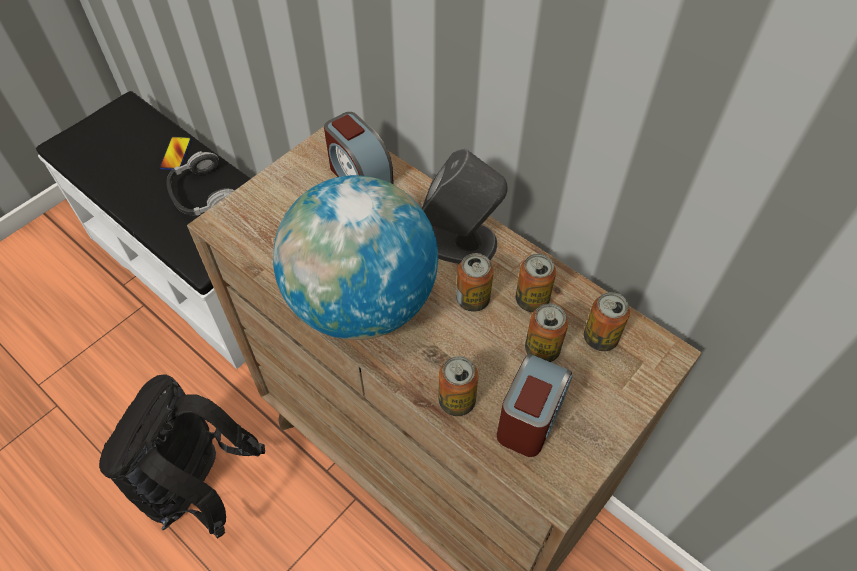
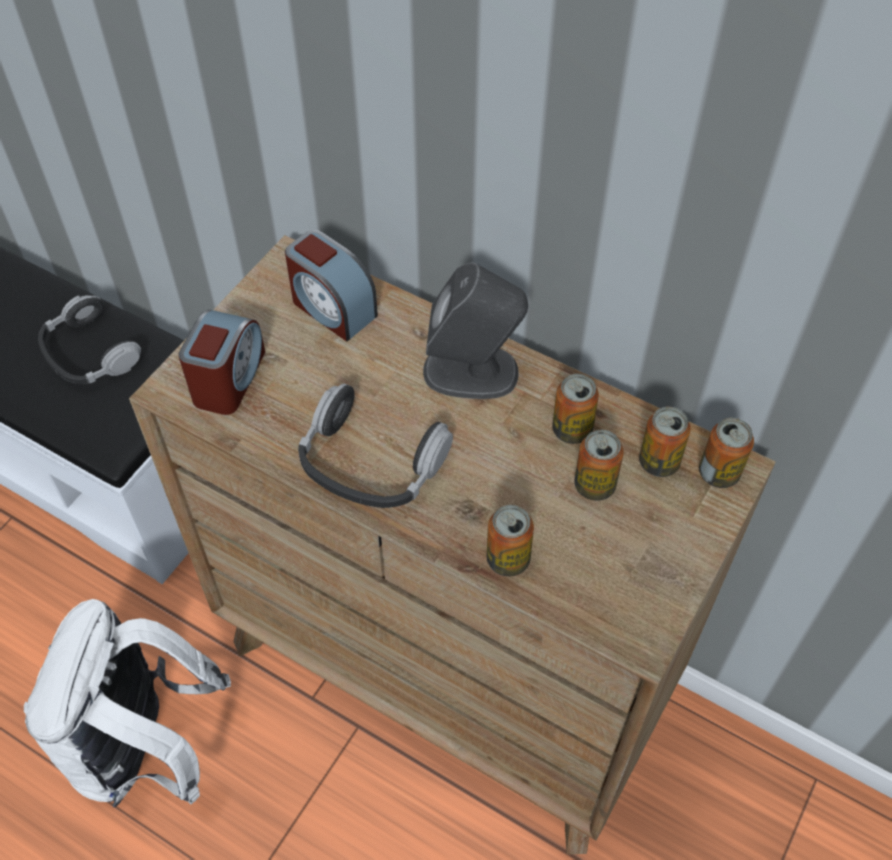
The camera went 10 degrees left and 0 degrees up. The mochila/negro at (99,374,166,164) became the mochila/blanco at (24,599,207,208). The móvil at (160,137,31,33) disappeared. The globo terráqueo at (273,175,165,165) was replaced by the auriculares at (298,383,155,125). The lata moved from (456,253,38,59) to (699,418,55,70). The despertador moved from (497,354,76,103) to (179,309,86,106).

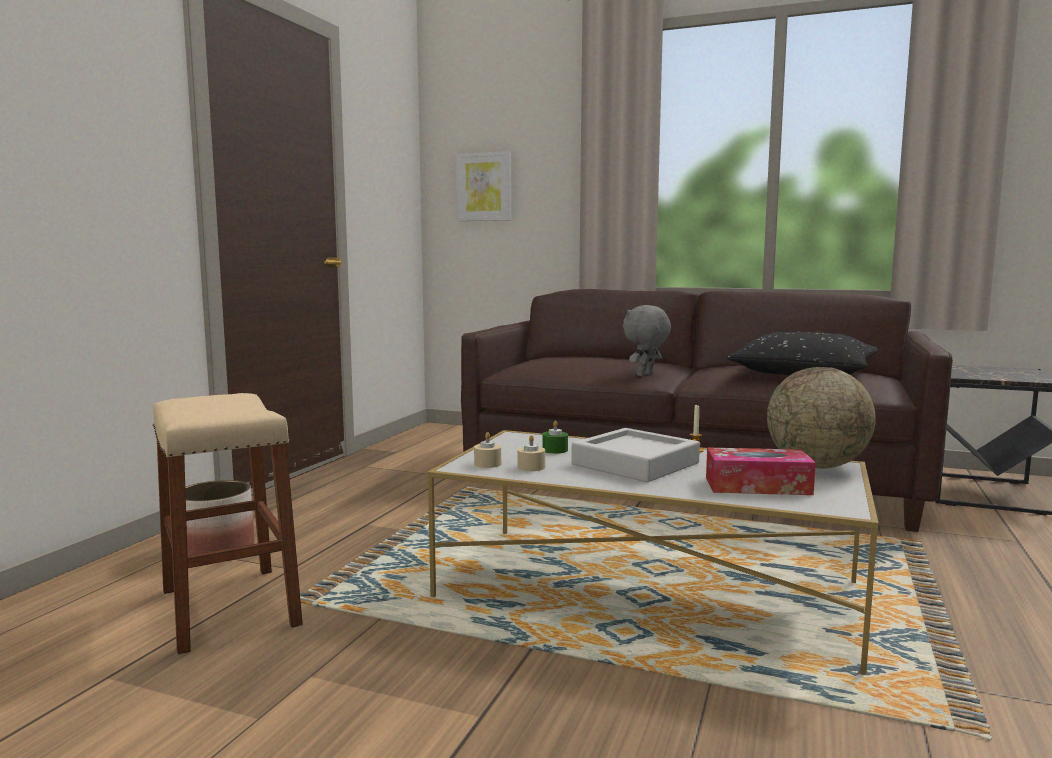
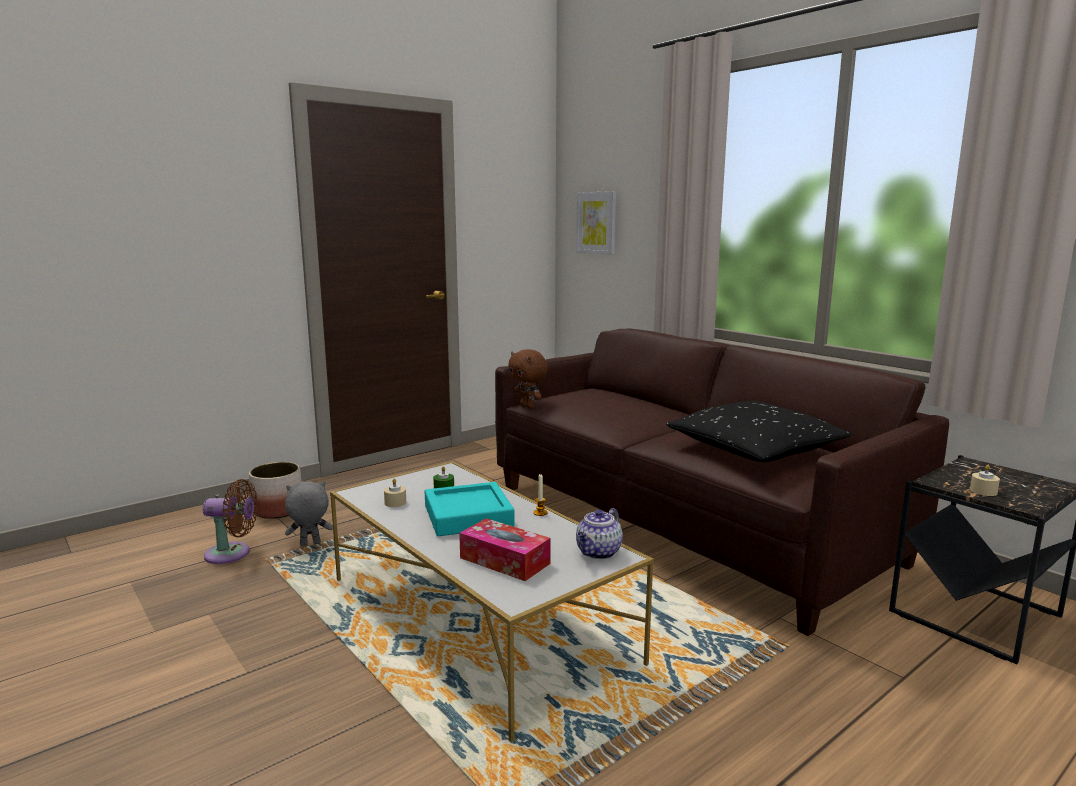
The camera went 30 degrees right and 5 degrees up. The taburete/beis at (153,393,150,262) was replaced by the ventilador/marrón at (203,479,55,85). The vela/beis moved from (474,432,27,36) to (970,465,30,31). The bandeja/gris at (571,428,129,54) became the bandeja/turquesa at (425,482,90,54). The peluche/gris moved from (623,305,48,71) to (285,481,48,65). The globo terráqueo at (767,367,109,101) was replaced by the tetera at (576,508,47,51). The peluche/marrón at (508,349,40,59) appeared.

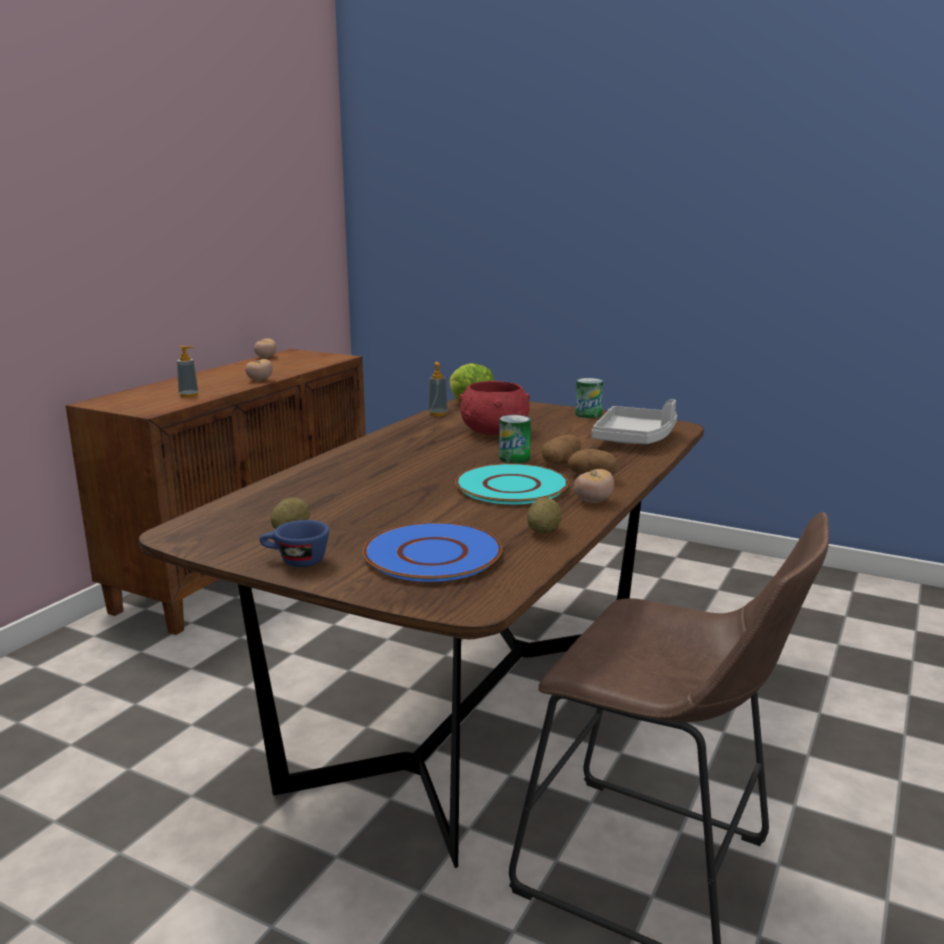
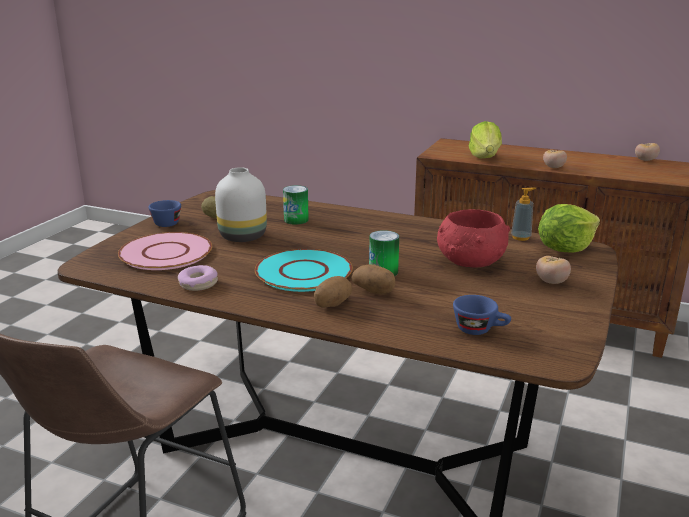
The camera went 85 degrees right and 5 degrees up. The dispensador de jabón at (177,346,22,52) was replaced by the lechuga at (469,121,33,37). The plato/azul at (363,522,139,60) became the plato/rosa at (118,232,94,38). The patata at (527,498,35,35) was replaced by the rosquilla at (178,265,40,26). The tomate moved from (574,469,40,34) to (536,256,35,28). The lata moved from (575,378,28,40) to (283,185,26,40). The bandeja/gris at (592,399,85,45) was replaced by the taza/azul at (453,295,58,40). The florero/blanco at (215,167,52,75) appeared.

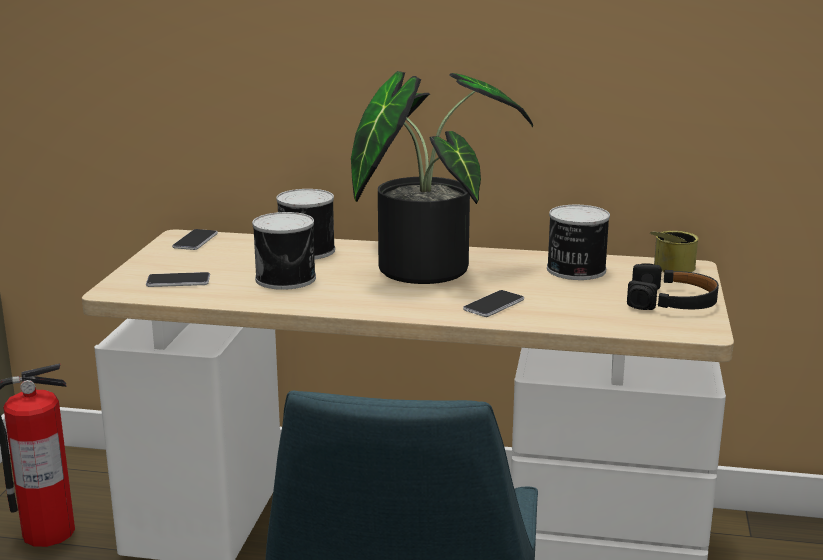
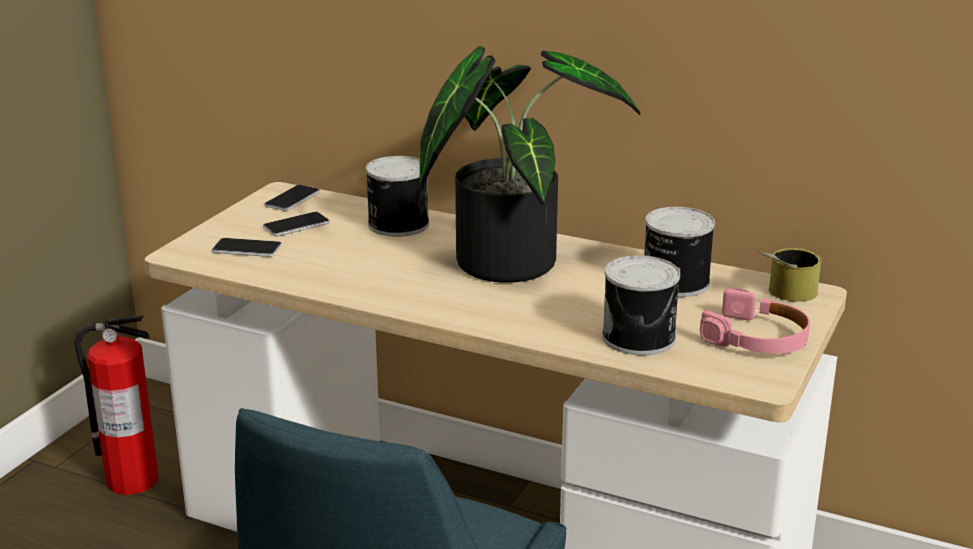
The camera went 15 degrees right and 5 degrees up. The lata moved from (252,212,64,78) to (602,255,78,100). The móvil moved from (463,290,61,27) to (263,212,67,24). The auriculares/negro at (627,263,92,47) became the auriculares/rosa at (700,288,110,66).

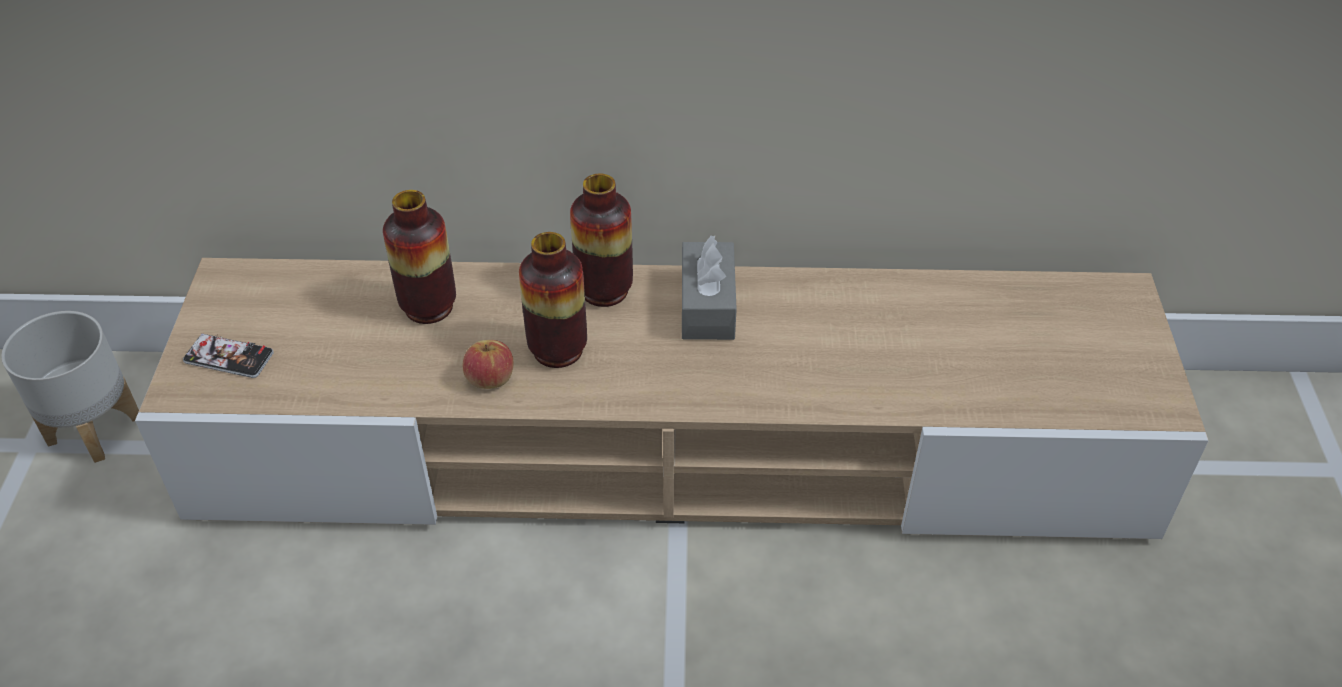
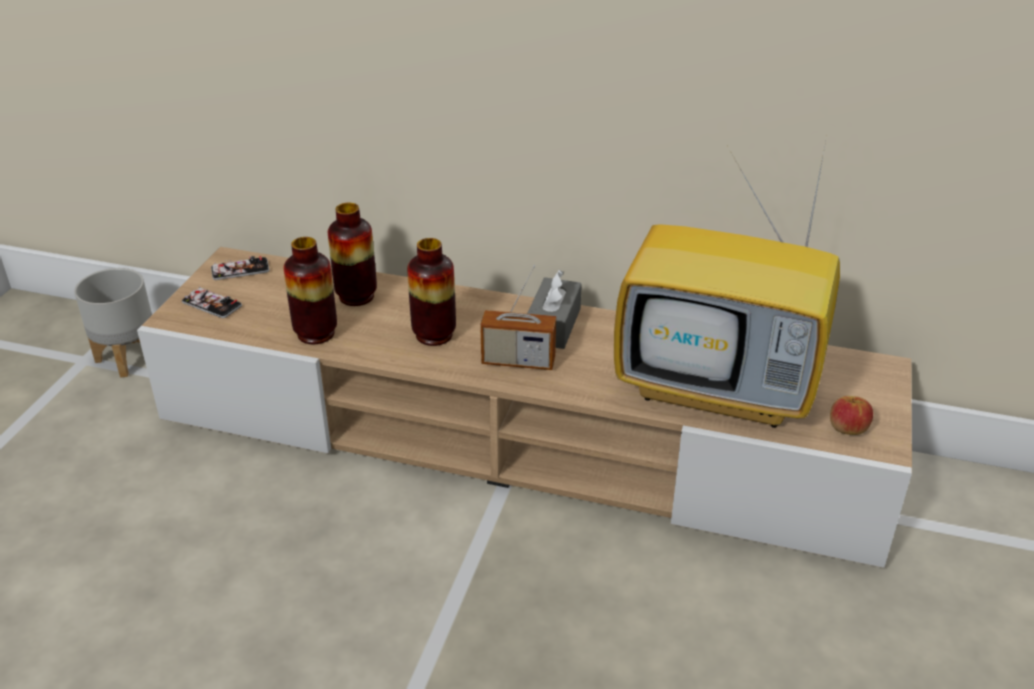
The camera went 15 degrees right and 10 degrees down. The manzana moved from (463,340,51,49) to (830,396,43,39). The florero moved from (570,173,63,134) to (283,237,54,107). The móvil at (211,256,58,24) appeared. The radio at (480,265,76,105) appeared. The televisor at (614,136,226,292) appeared.

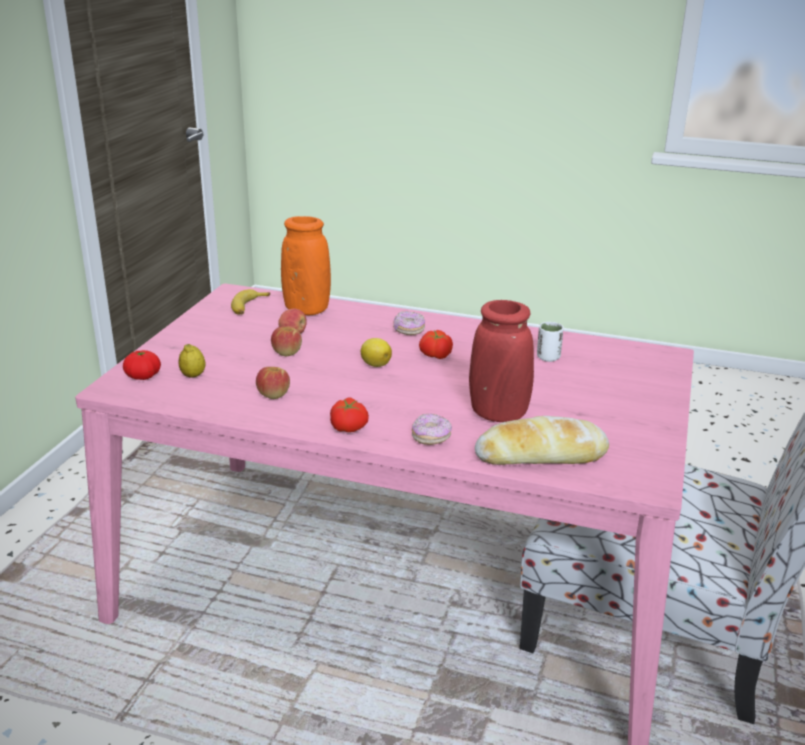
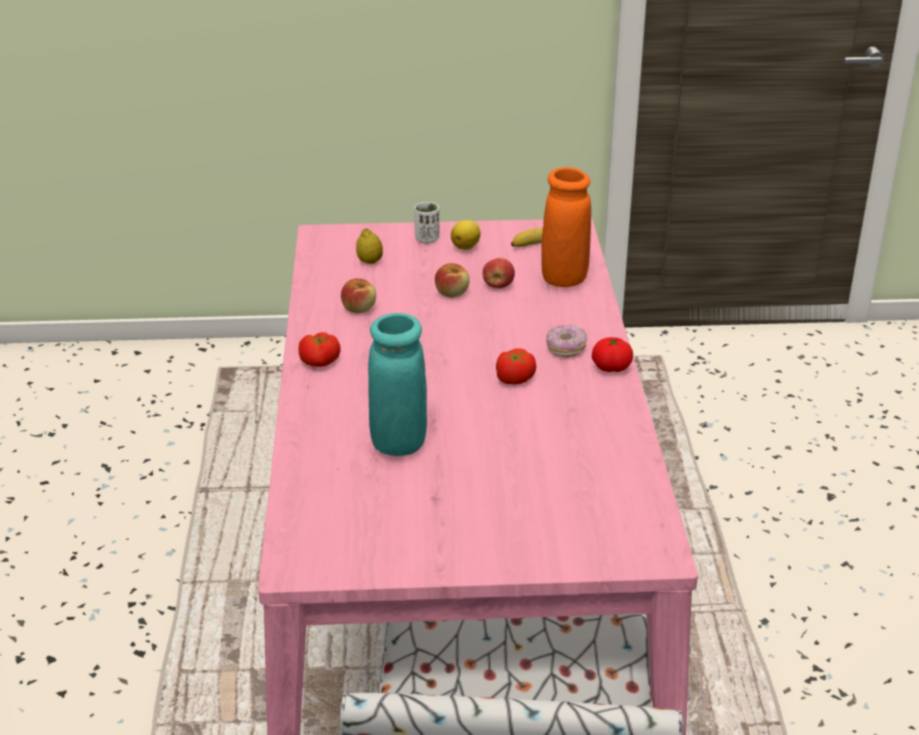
The camera went 70 degrees right and 5 degrees up. The tomate moved from (123,350,38,30) to (592,337,41,35). The limón moved from (361,338,31,29) to (451,220,30,30). The rosquilla at (412,414,40,31) disappeared. The florero/rojo at (469,300,65,122) became the florero/turquesa at (368,313,59,143). The pan at (475,416,134,49) disappeared. The taza/blanco moved from (537,322,27,40) to (414,202,26,42).

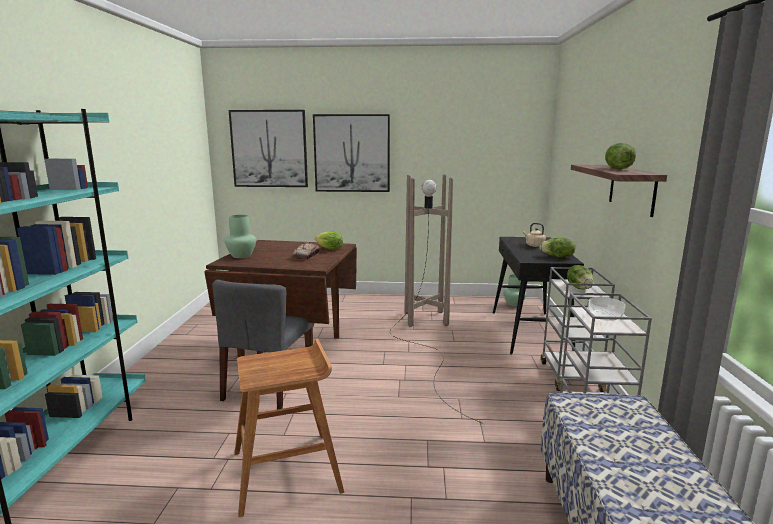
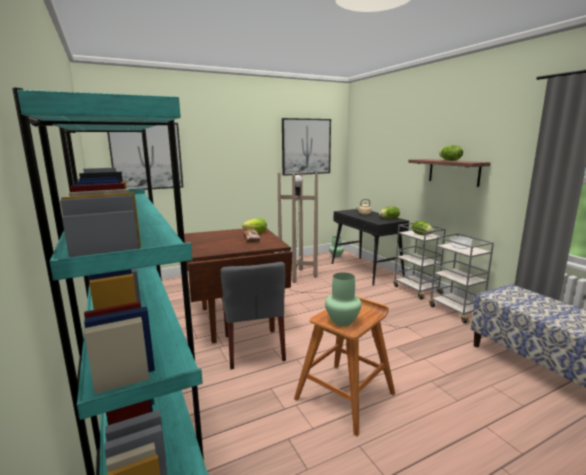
The camera went 30 degrees left and 0 degrees up. The florero/verde moved from (224,215,32,43) to (325,272,37,54). The cuadro moved from (313,114,77,78) to (282,118,49,58).

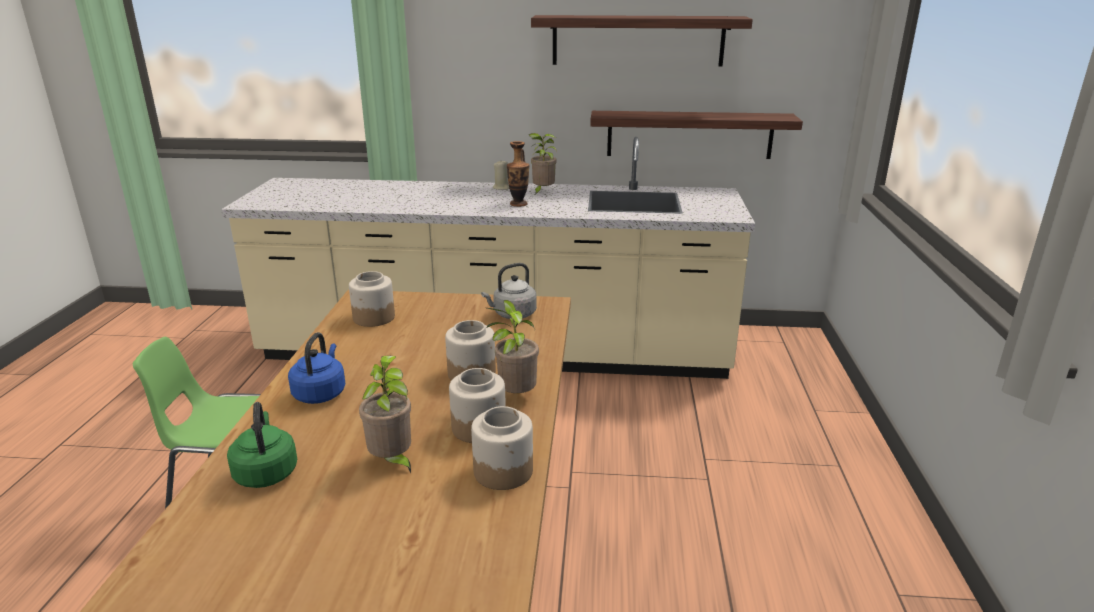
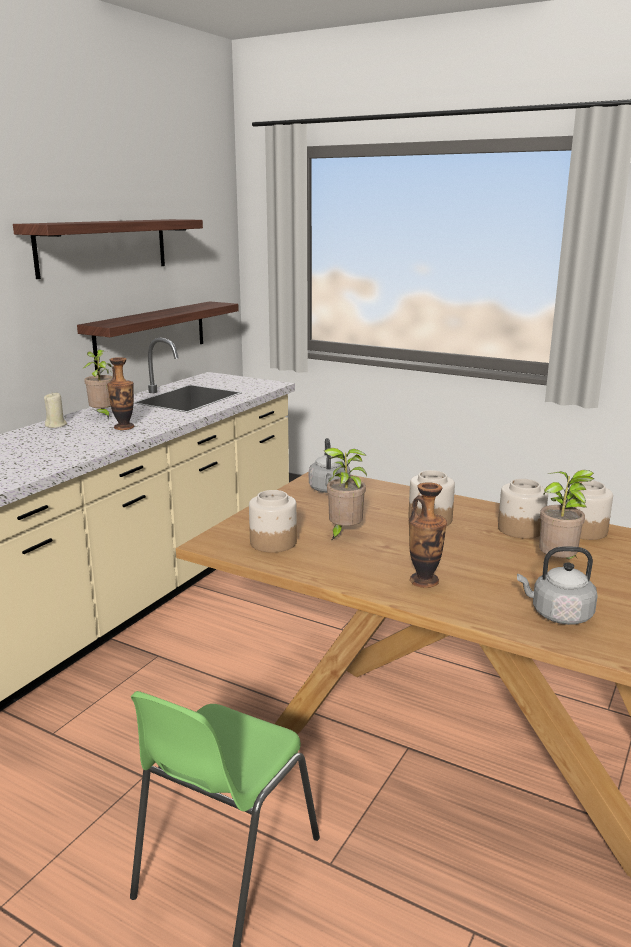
The camera went 65 degrees left and 5 degrees down. The hervidor/verde at (227,402,70,86) became the hervidor/gris at (517,546,81,79). The hervidor/azul at (288,332,58,72) was replaced by the florero at (409,482,38,106). The planta en maceta moved from (487,300,52,93) to (324,448,43,93).

